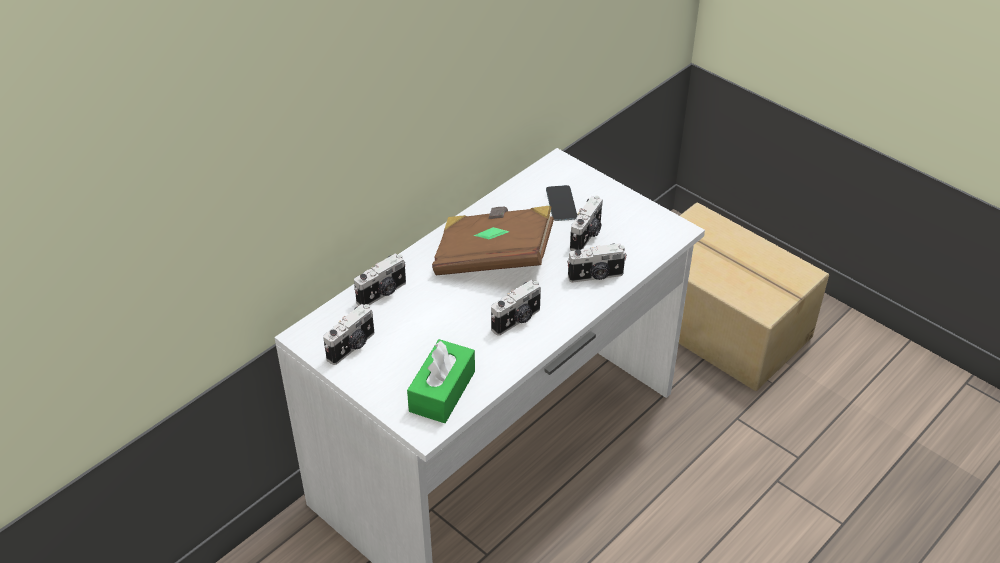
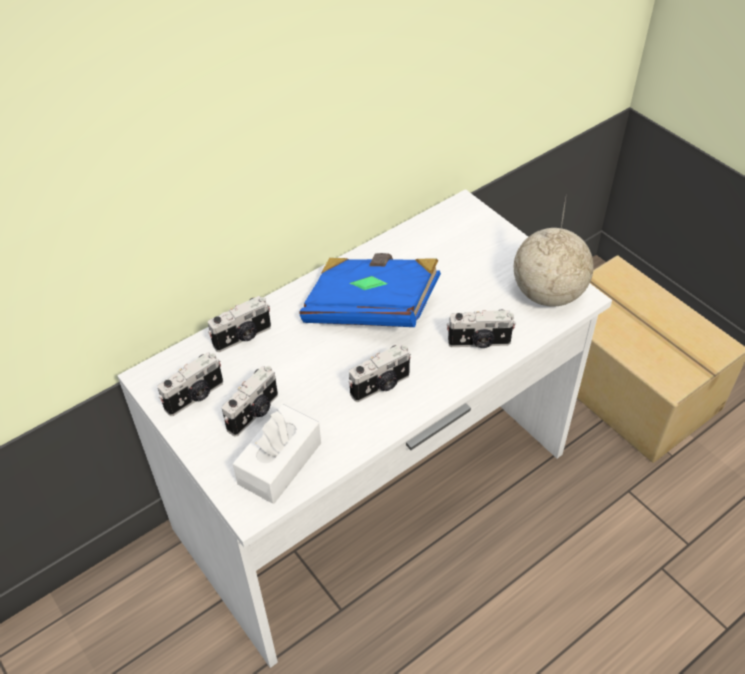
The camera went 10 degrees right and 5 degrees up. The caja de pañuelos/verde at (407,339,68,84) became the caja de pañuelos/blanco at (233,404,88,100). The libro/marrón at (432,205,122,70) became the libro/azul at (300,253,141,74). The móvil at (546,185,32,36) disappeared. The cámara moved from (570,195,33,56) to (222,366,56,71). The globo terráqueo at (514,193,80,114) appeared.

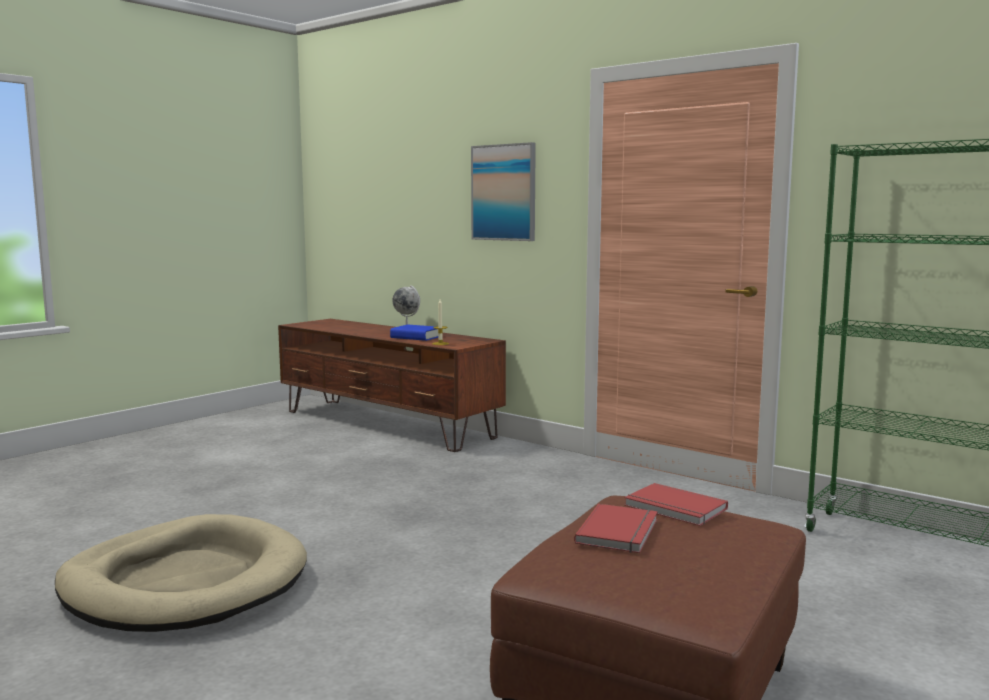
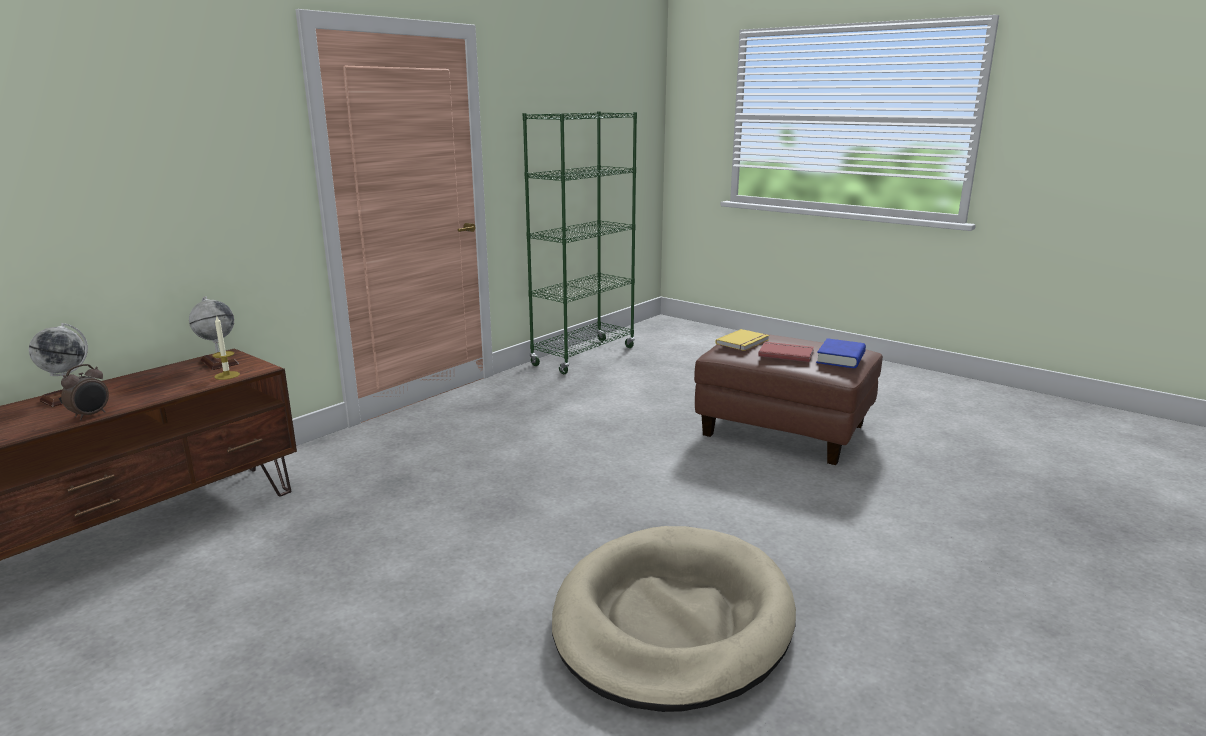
The camera went 90 degrees left and 10 degrees up. The libro/azul moved from (390,324,48,17) to (816,338,50,30). The cuadro at (471,142,65,99) disappeared. The libro/rojo at (624,483,104,43) became the libro/amarillo at (715,329,54,22). The despertador at (61,364,48,56) appeared. The globo terráqueo at (189,296,50,74) appeared.

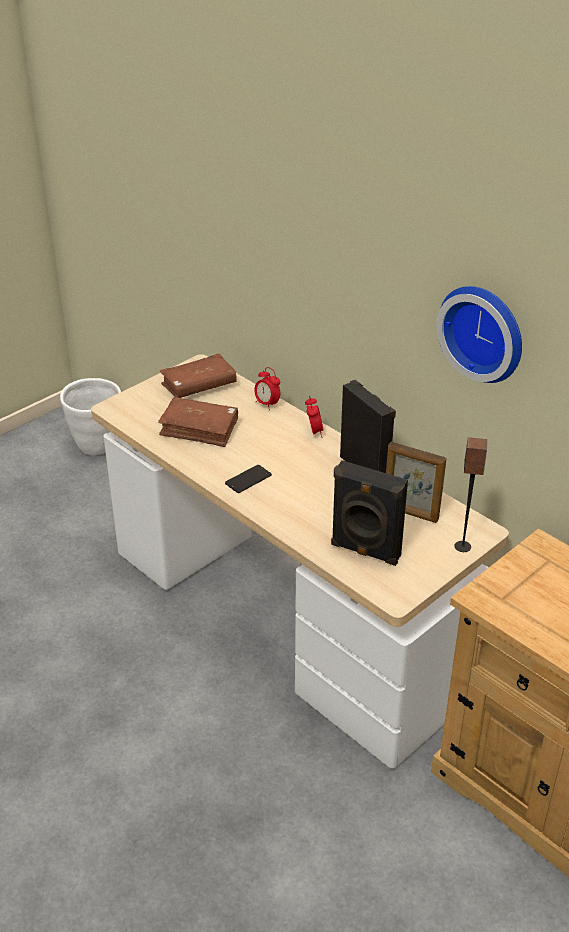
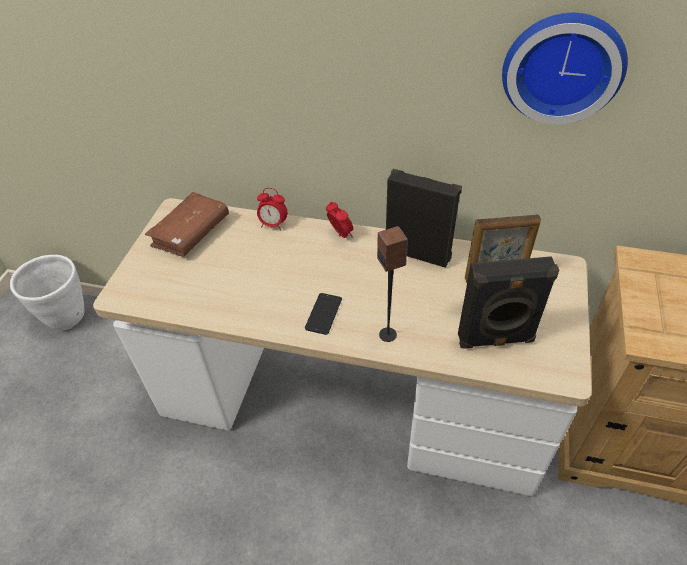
The camera went 30 degrees left and 10 degrees up. The libro/marrón at (158,397,80,50) disappeared. The altavoz moved from (454,437,33,115) to (377,226,31,116).

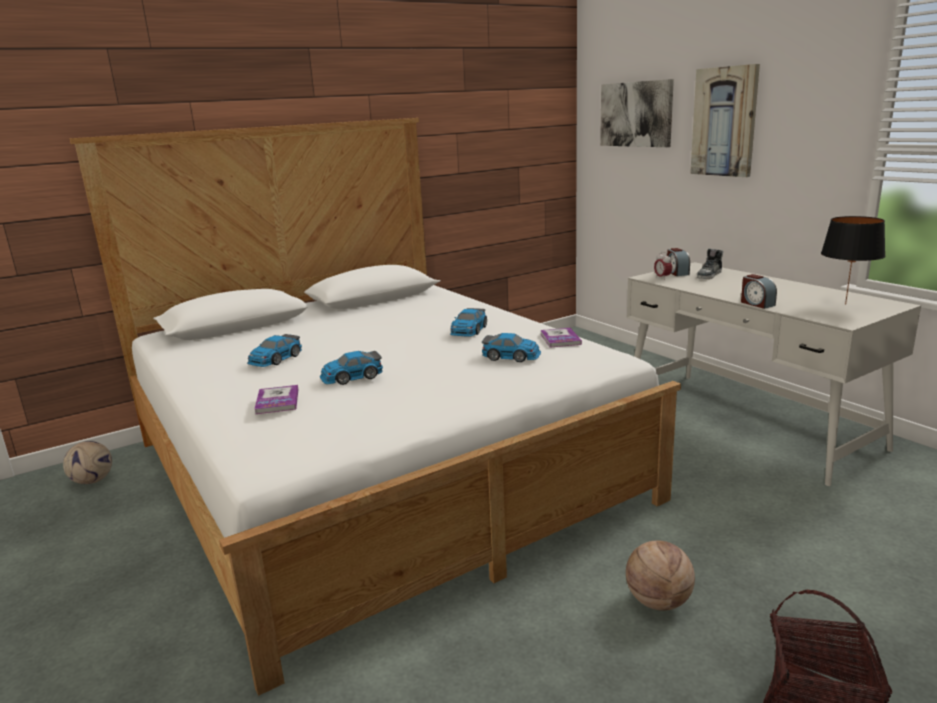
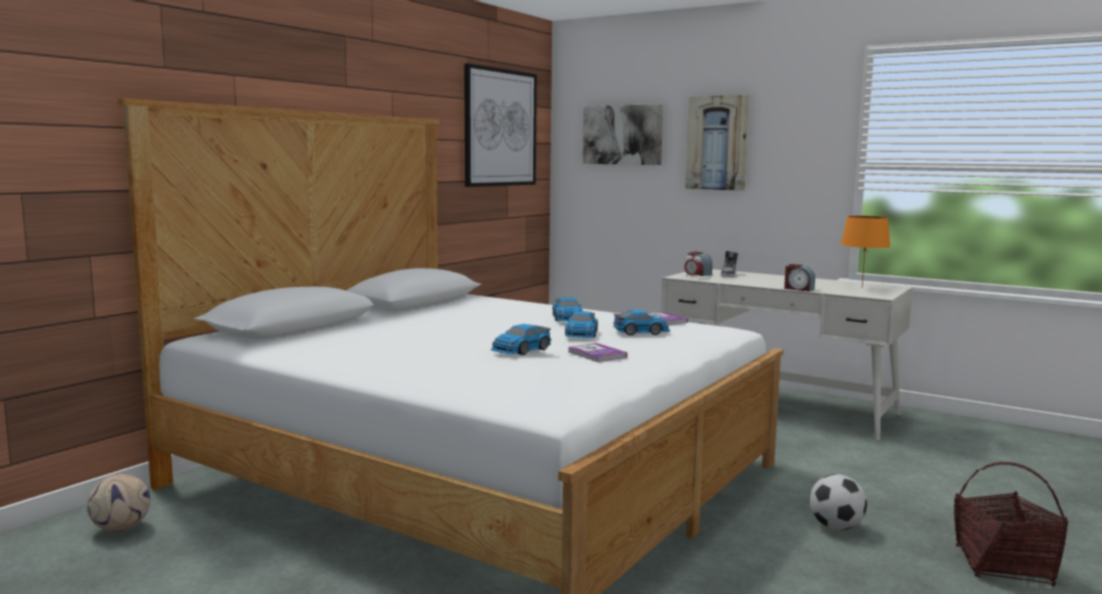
The camera went 25 degrees left and 10 degrees down. The coche de juguete moved from (247,334,55,33) to (565,311,33,27). The libro moved from (254,385,44,29) to (568,343,59,19). The balón de baloncesto at (626,540,69,71) was replaced by the balón de fútbol at (809,474,58,56). The lámpara de mesa/negro at (821,216,64,88) became the lámpara de mesa/naranja at (840,216,51,71). The cuadro at (464,63,73,124) appeared.

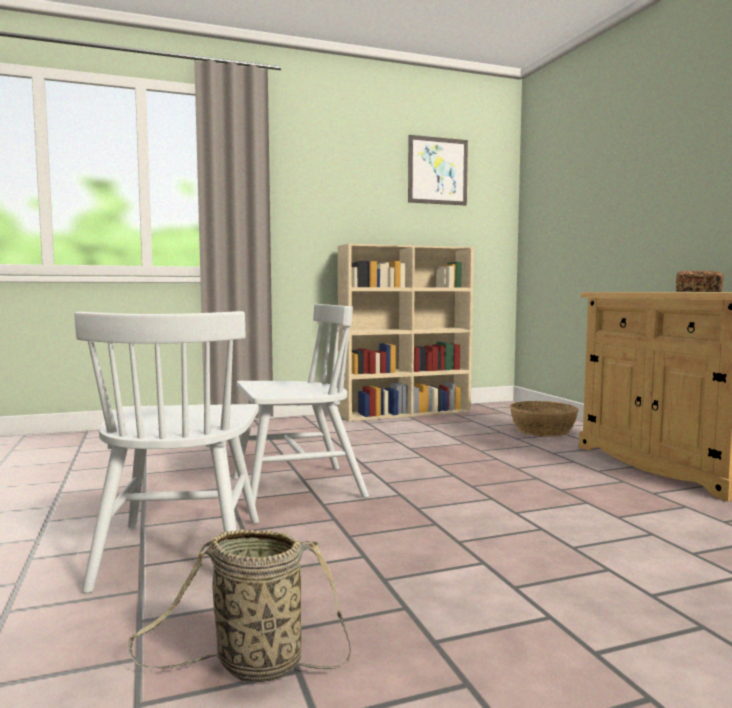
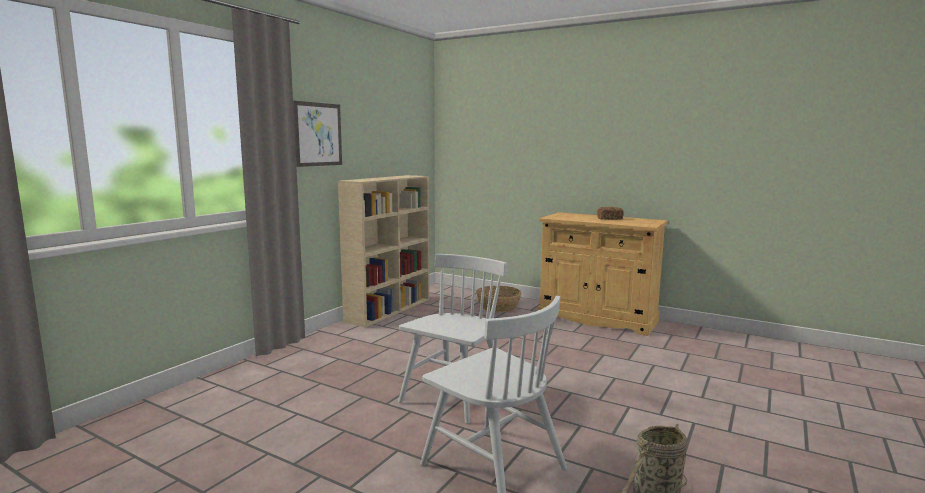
The camera went 40 degrees left and 5 degrees up. The cuadro moved from (408,135,60,70) to (293,101,49,66).

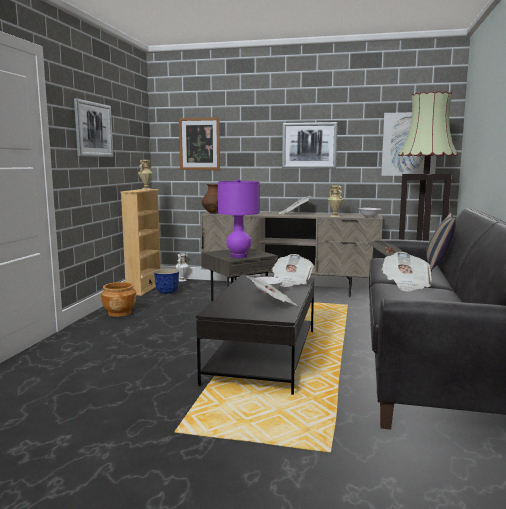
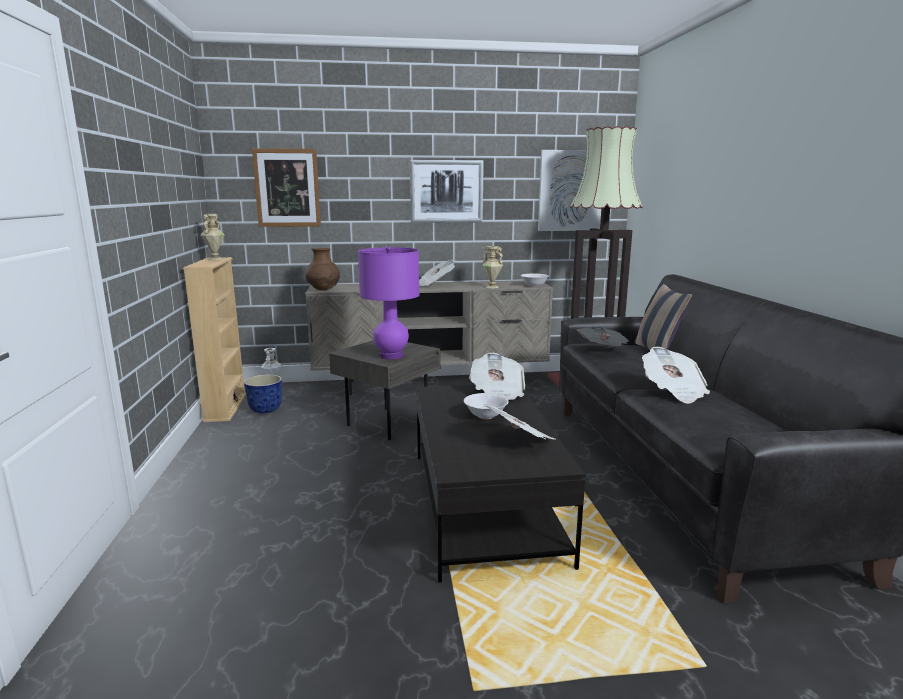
The camera went 20 degrees left and 5 degrees up. The cuadro at (74,98,39,59) disappeared. The maceta/marrón at (101,282,35,35) disappeared.

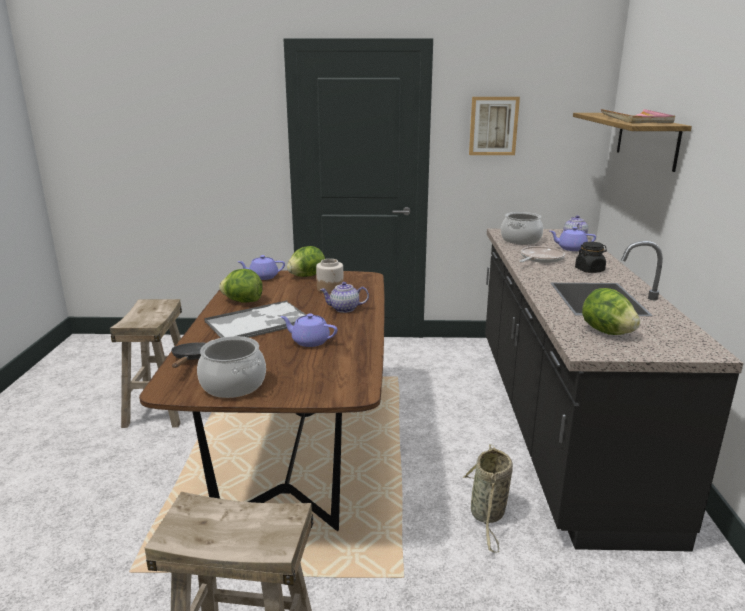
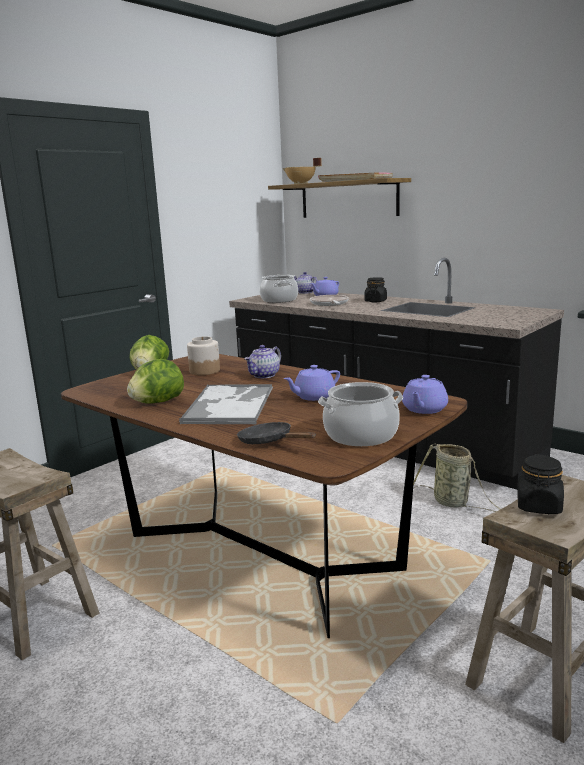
The camera went 50 degrees left and 5 degrees down. The tetera/morado moved from (238,255,47,25) to (402,375,46,39). The cuadro at (469,97,51,58) disappeared. The lechuga at (582,288,58,47) disappeared. The olla/beis at (282,158,40,26) appeared. The tarro/negro at (517,454,47,60) appeared.

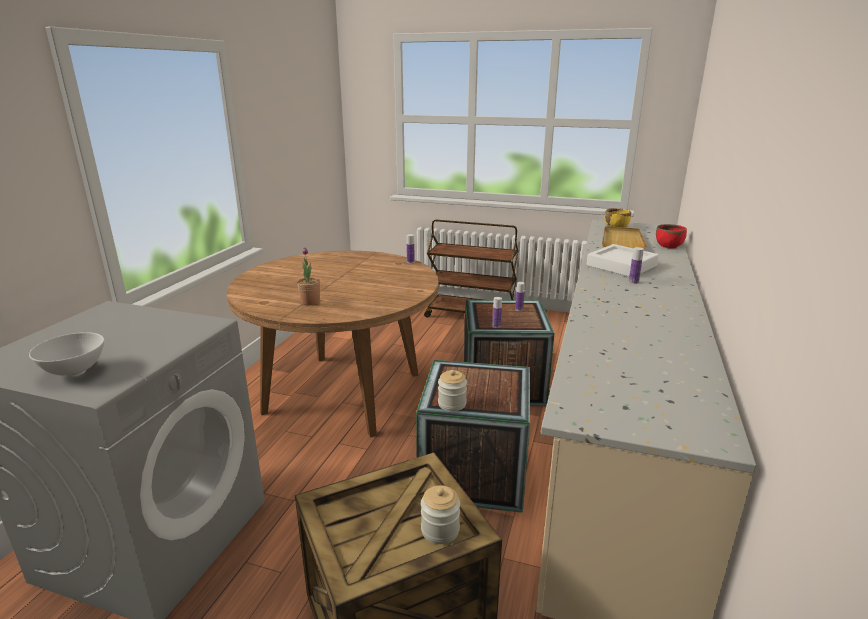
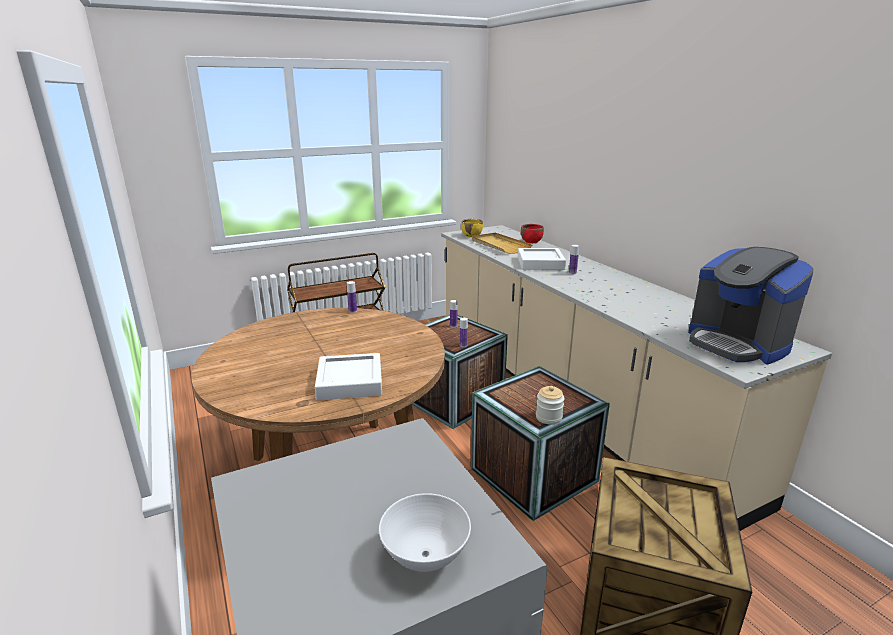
The camera went 45 degrees left and 0 degrees up. The planta en maceta at (297,247,23,58) was replaced by the bandeja/blanco at (315,353,67,47). The tarro at (421,485,39,59) disappeared. The cafetera at (688,247,125,118) appeared.

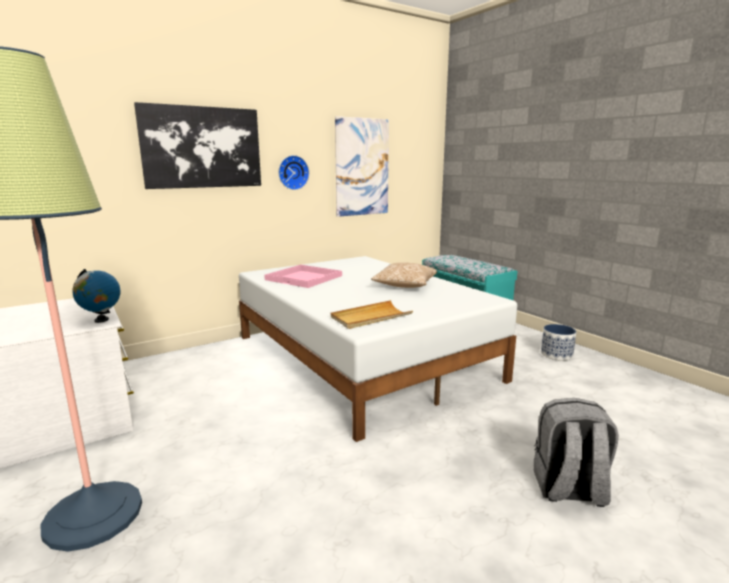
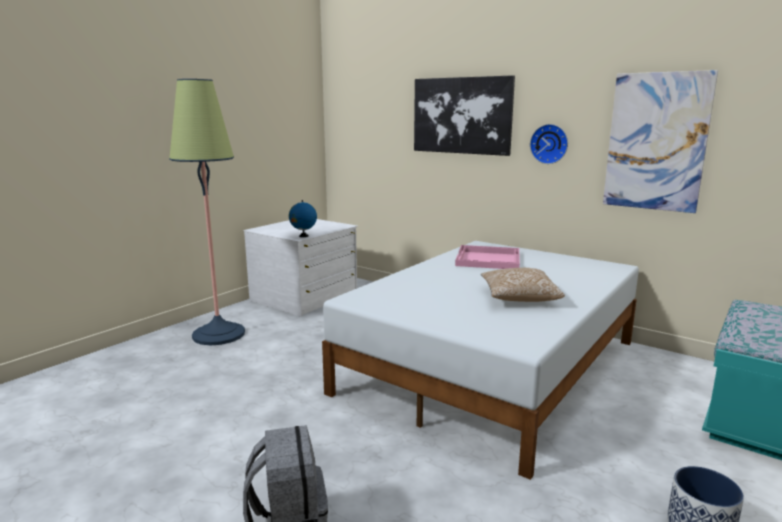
The camera went 70 degrees right and 0 degrees up. The bandeja/beis at (331,300,82,29) disappeared.

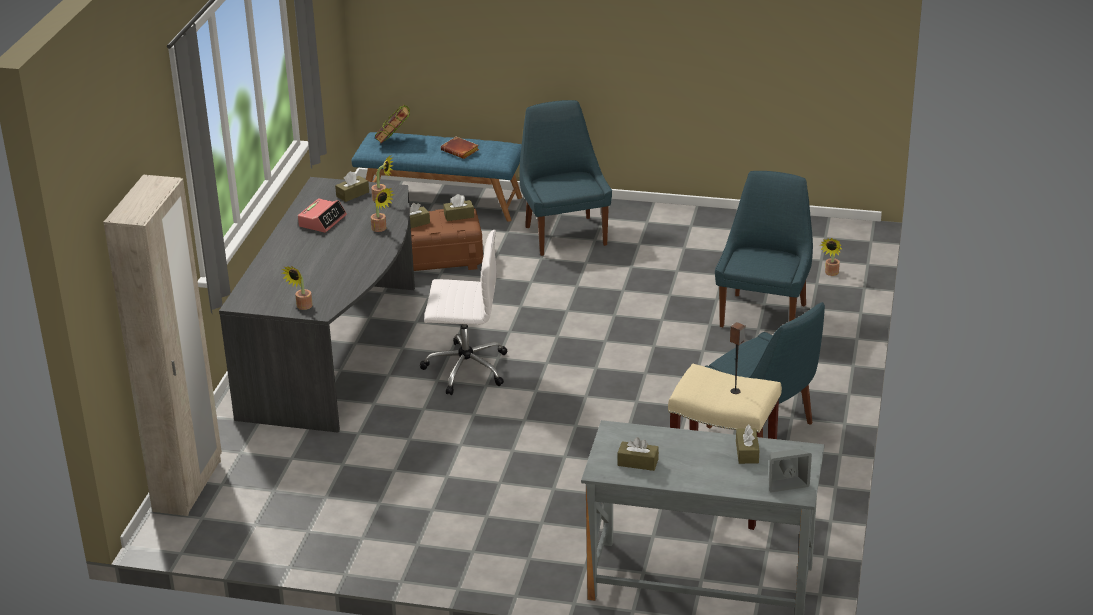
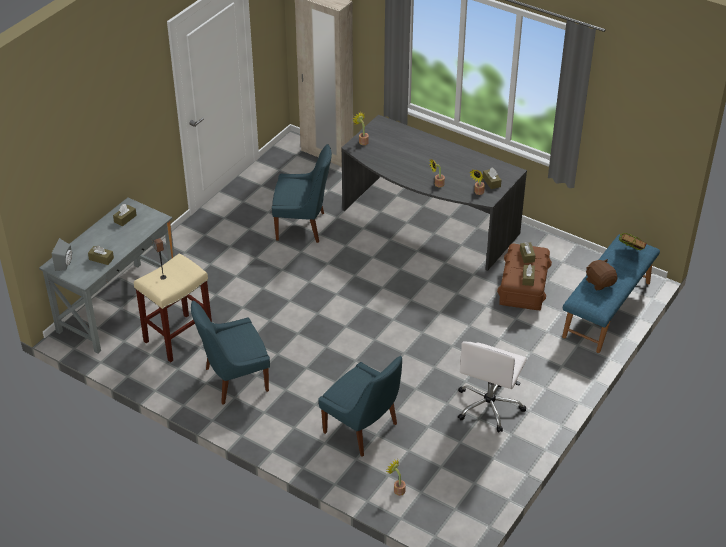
The camera went 110 degrees right and 10 degrees up. The despertador at (298,198,49,35) disappeared. The silla de oficina/blanco moved from (420,230,87,165) to (458,341,69,92). The libro/marrón at (441,137,38,22) was replaced by the peluche/marrón at (586,259,32,31). The silla/azul moved from (519,100,93,156) to (272,144,60,99).

